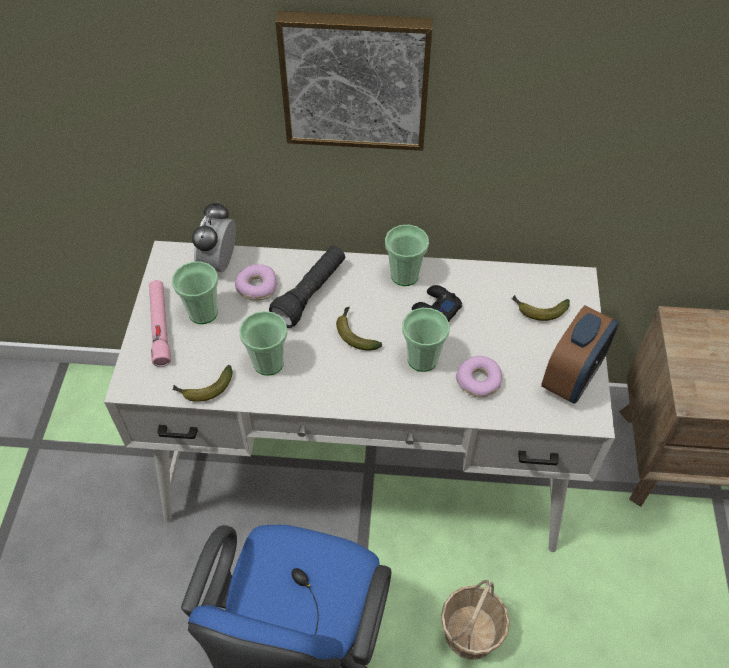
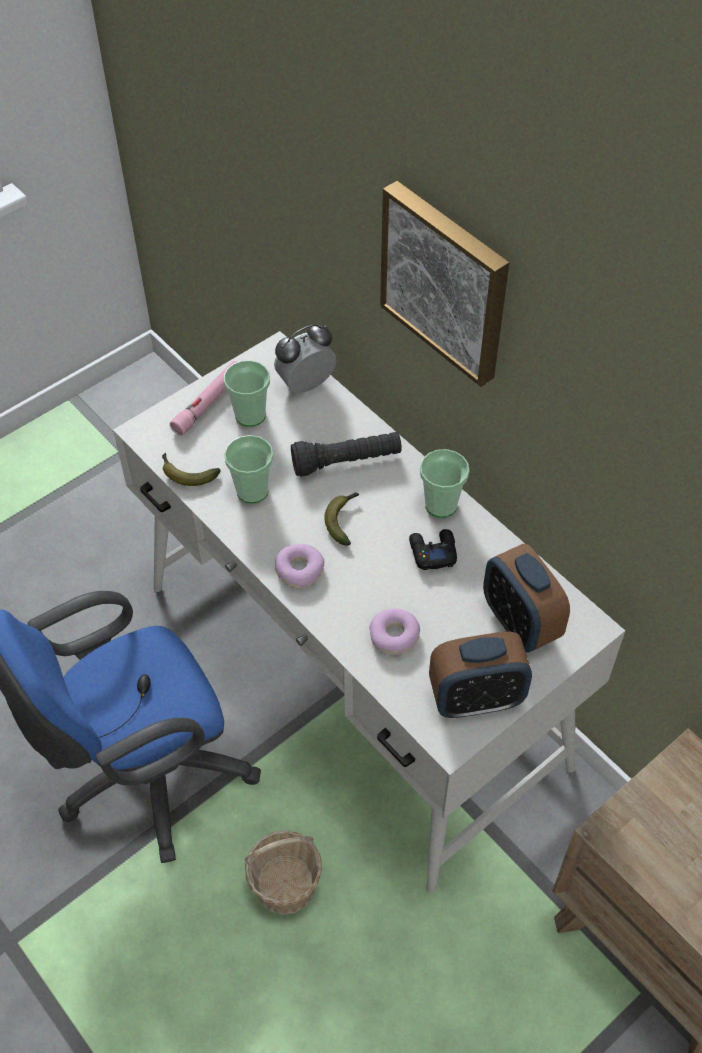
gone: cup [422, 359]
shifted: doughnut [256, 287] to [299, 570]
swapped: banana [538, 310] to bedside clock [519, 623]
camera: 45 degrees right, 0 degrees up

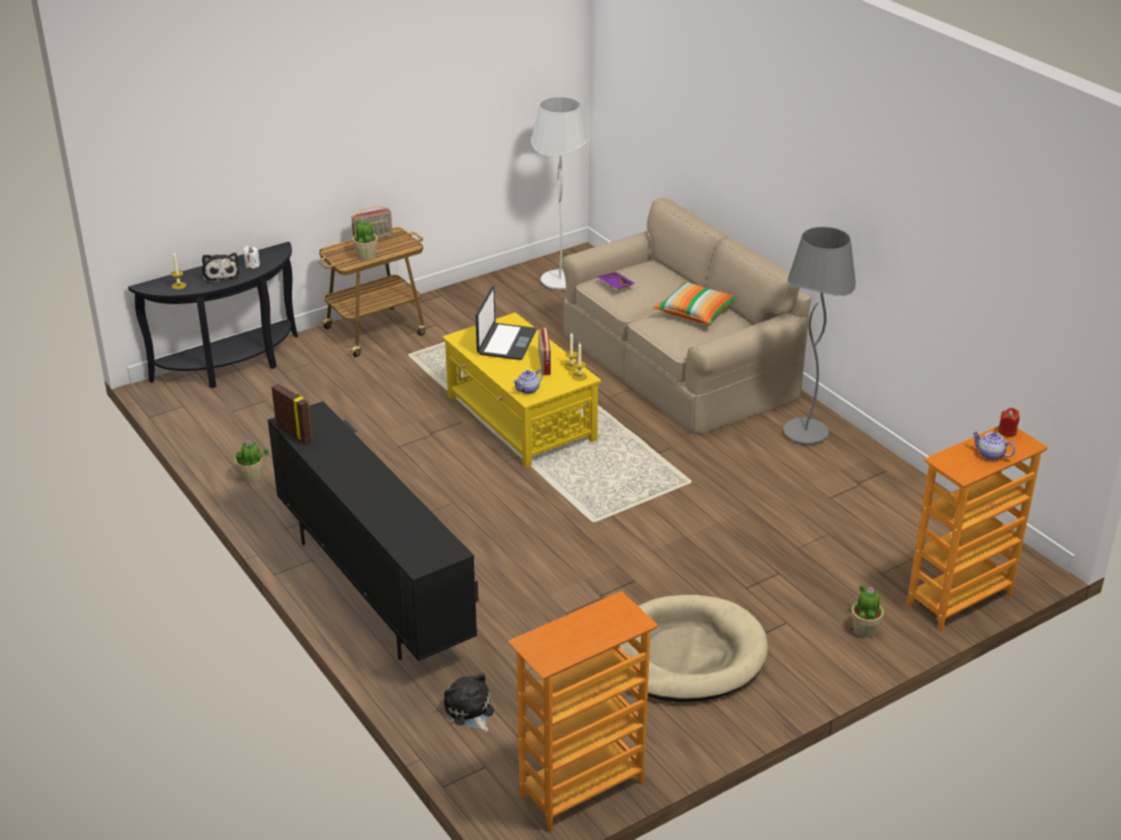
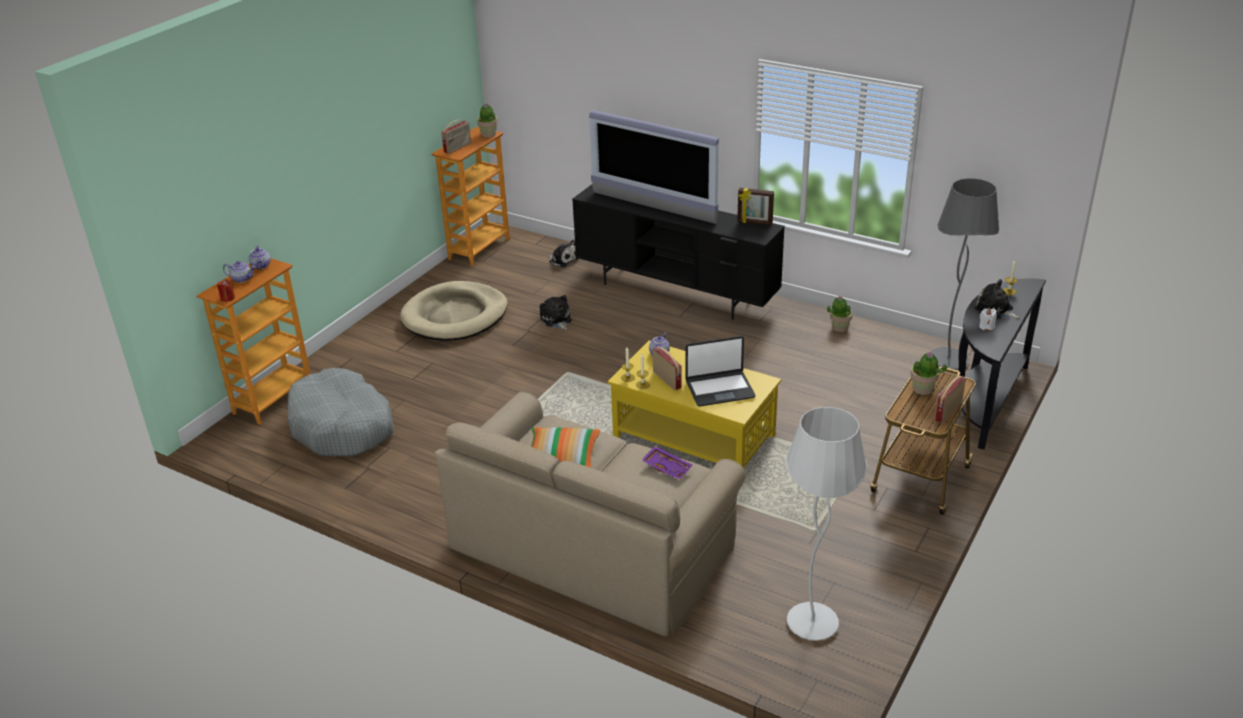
new: television [653, 208]; radio set [458, 148]; tea pot [261, 266]; cuddly toy [556, 320]; grey dog bed [342, 426]
shifted: grey standard lamp [805, 433] to [948, 360]; houseplant [865, 629] to [488, 134]
rotated: portable computer [506, 342] = [719, 389] 90 degrees counterclockwise
camera: 155 degrees right, 0 degrees up

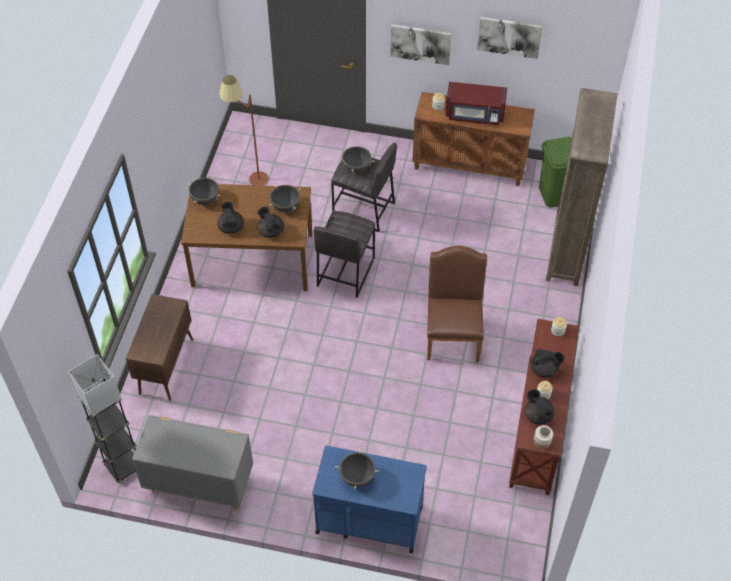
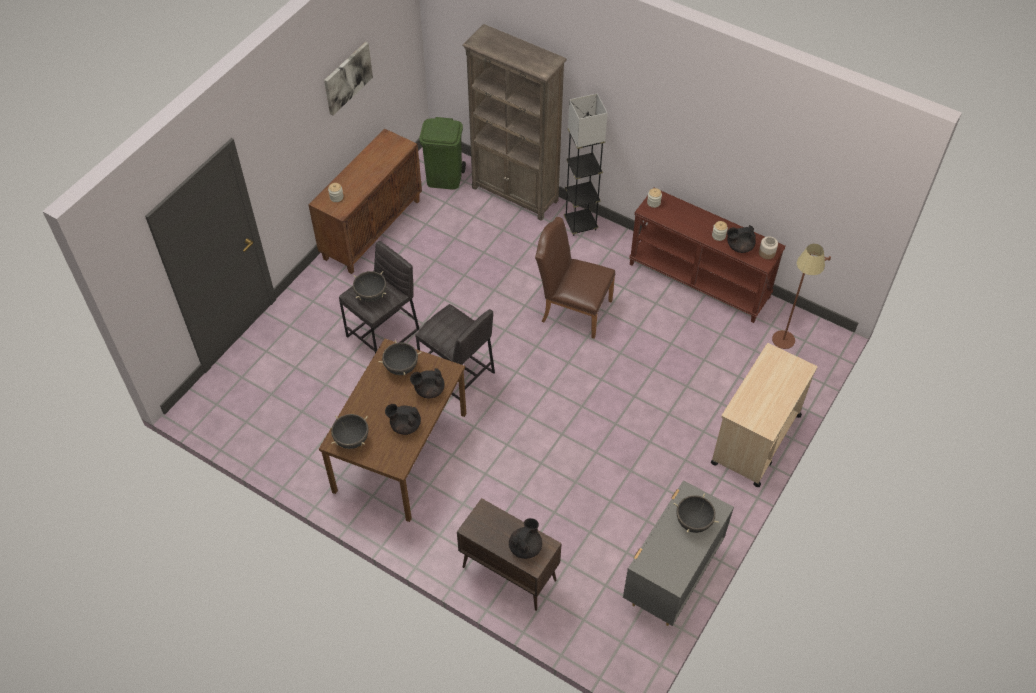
gone: wall picture [420, 43]; red-coloured microwave [474, 115]
shifted: brown standard lamp [249, 180] to [783, 348]; black-coloured tea pot [544, 369] to [525, 547]; grey standard lamp [123, 466] to [580, 224]; black-coloured cooking pot [357, 477] to [693, 522]
repainted: bluish wheeled cart [368, 519] to sand-coloured wheeled cart [755, 440]
camera: 70 degrees left, 0 degrees up

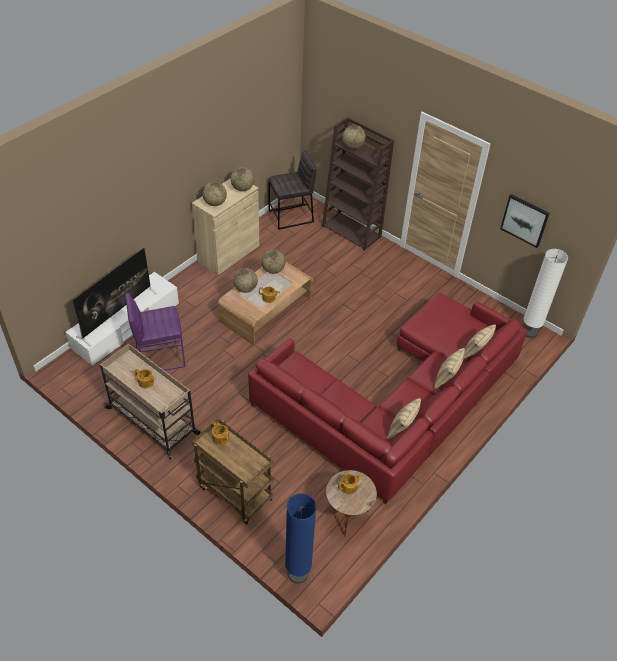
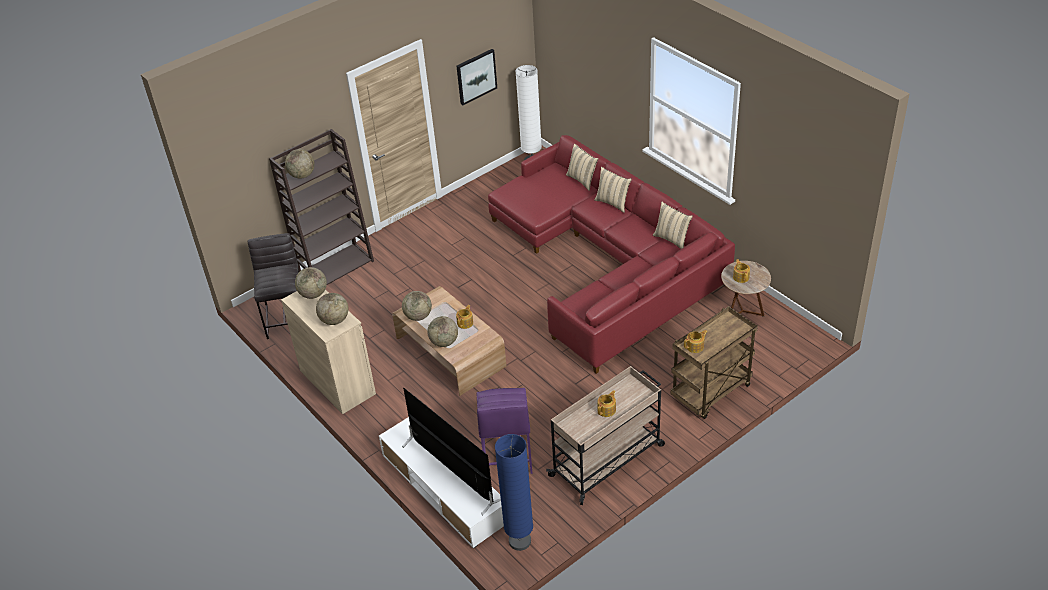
shifted: bluish standard lamp [298, 574] to [520, 541]
camera: 75 degrees left, 5 degrees down

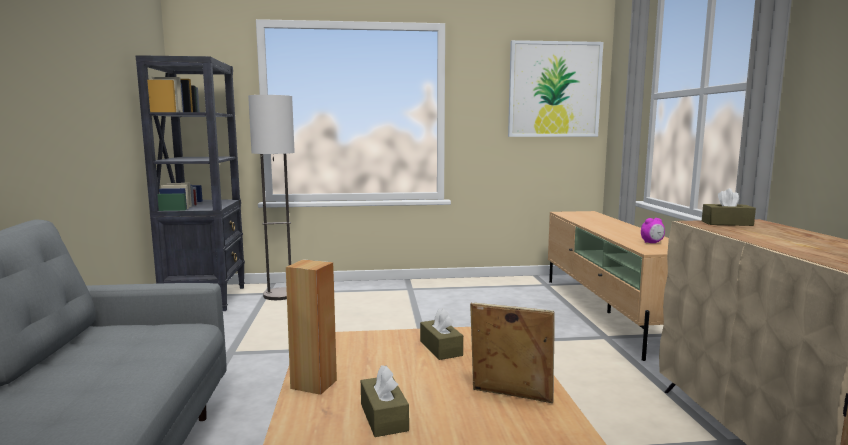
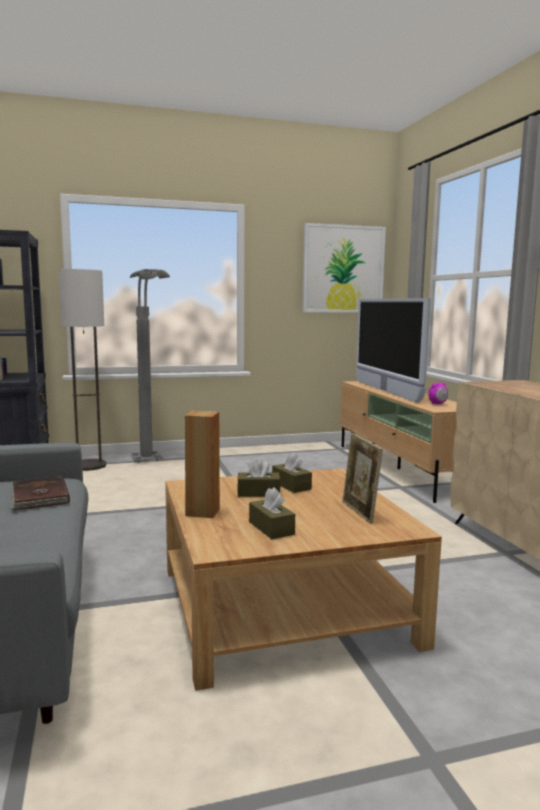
new: grey standard lamp [151, 464]; television [385, 391]; brown bound book [39, 496]
shifted: brown box of tissues [727, 223] to [258, 493]
rotated: picture frame [510, 397] = [359, 512] 120 degrees counterclockwise
camera: 10 degrees left, 0 degrees up

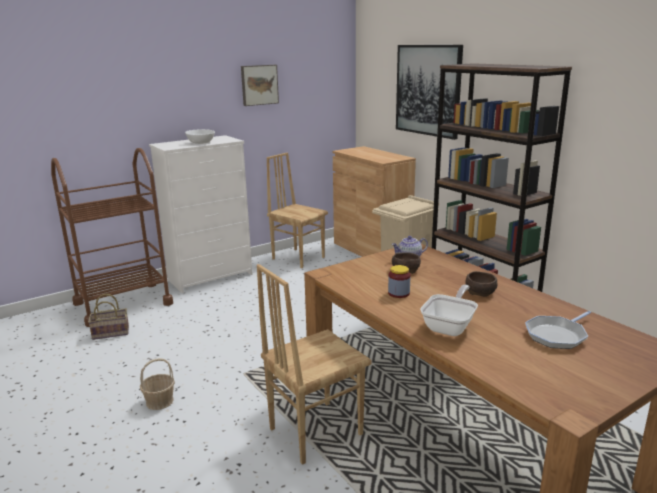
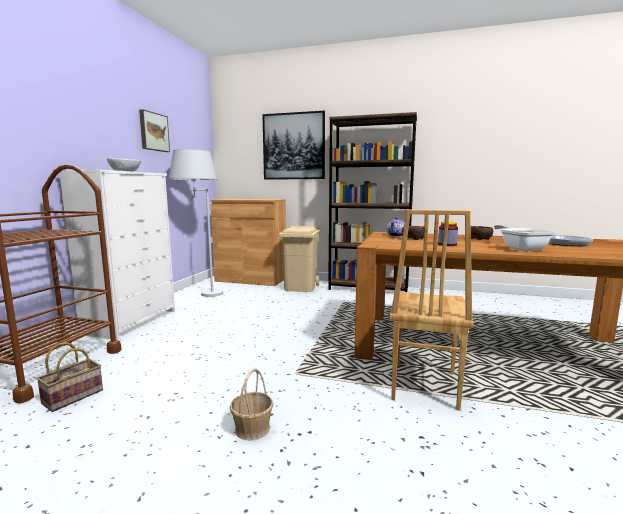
swapped: brown upright chair [298, 258] to white-coloured standard lamp [200, 294]
camera: 40 degrees left, 10 degrees down

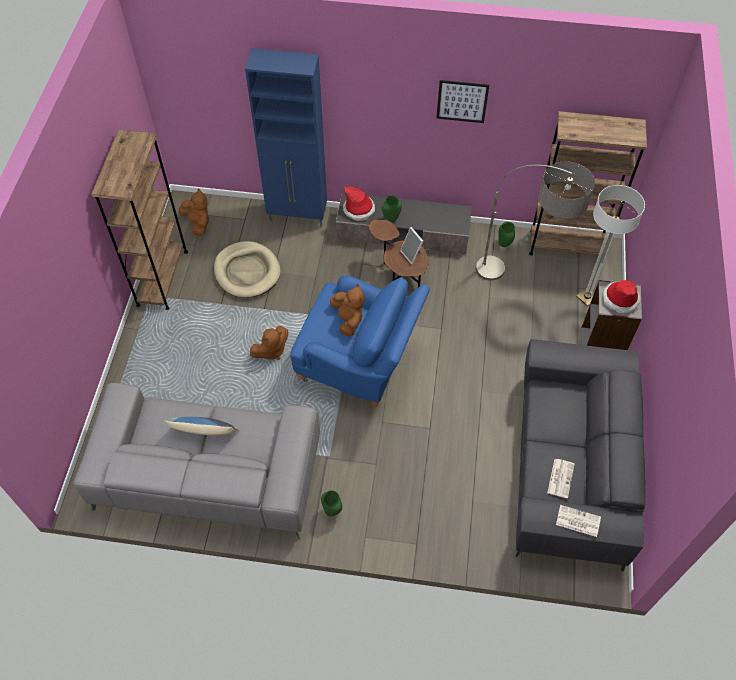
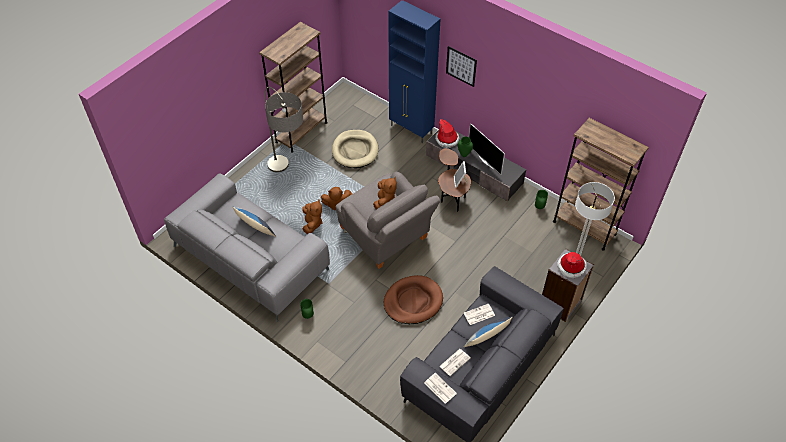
new: television [485, 161]; brown dog bed [413, 301]; printed paper [478, 315]; cushion [487, 338]
shifted: wall picture [462, 101] to [461, 66]; standard lamp [522, 282] to [289, 181]; brown cuddly toy [198, 223] to [312, 224]
repainted: bluish lounge chair [359, 363] to grey lounge chair [386, 237]
camera: 30 degrees right, 5 degrees down

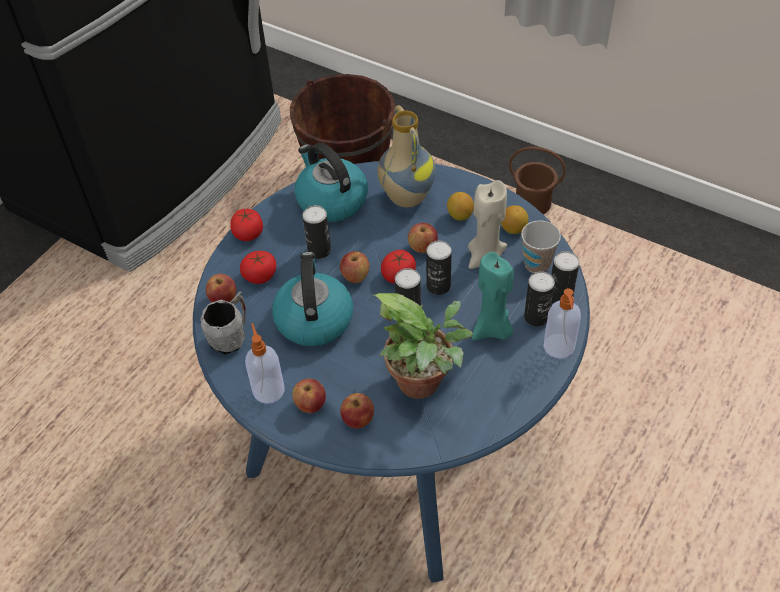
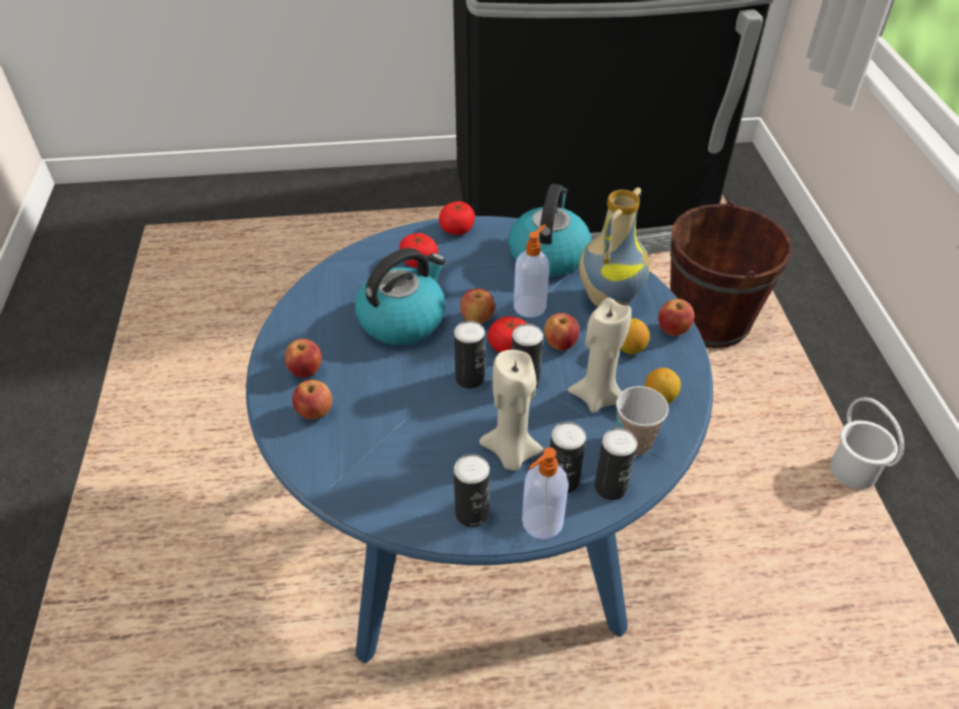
gone: grey tea mug [231, 336]; houseplant [424, 383]
shifted: sealed can [319, 250] to [472, 513]; apple fruit [223, 299] to [673, 330]; soap dispenser [268, 389] to [530, 306]
repainted: brown pail [532, 203] to white-coloured pail [853, 471]; turquoise-coloured candle [492, 330] to sand-coloured candle [511, 453]
camera: 50 degrees right, 5 degrees down

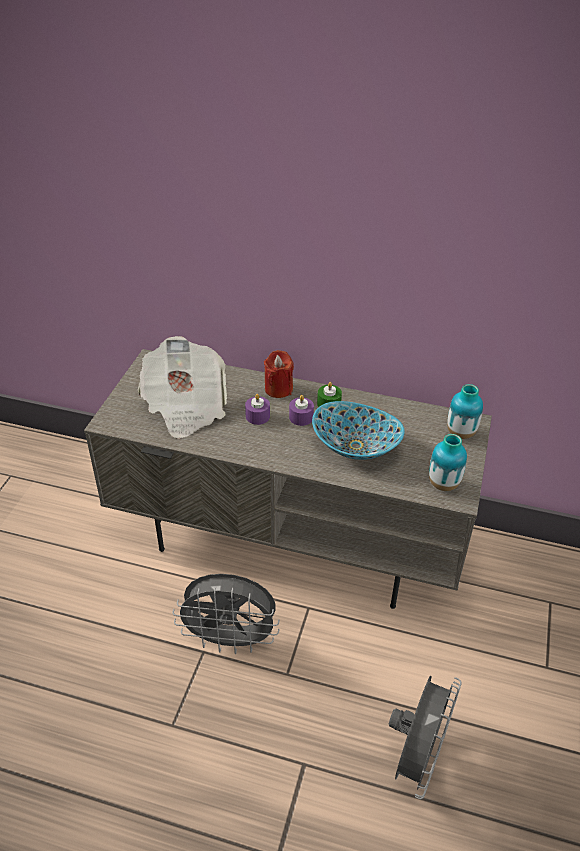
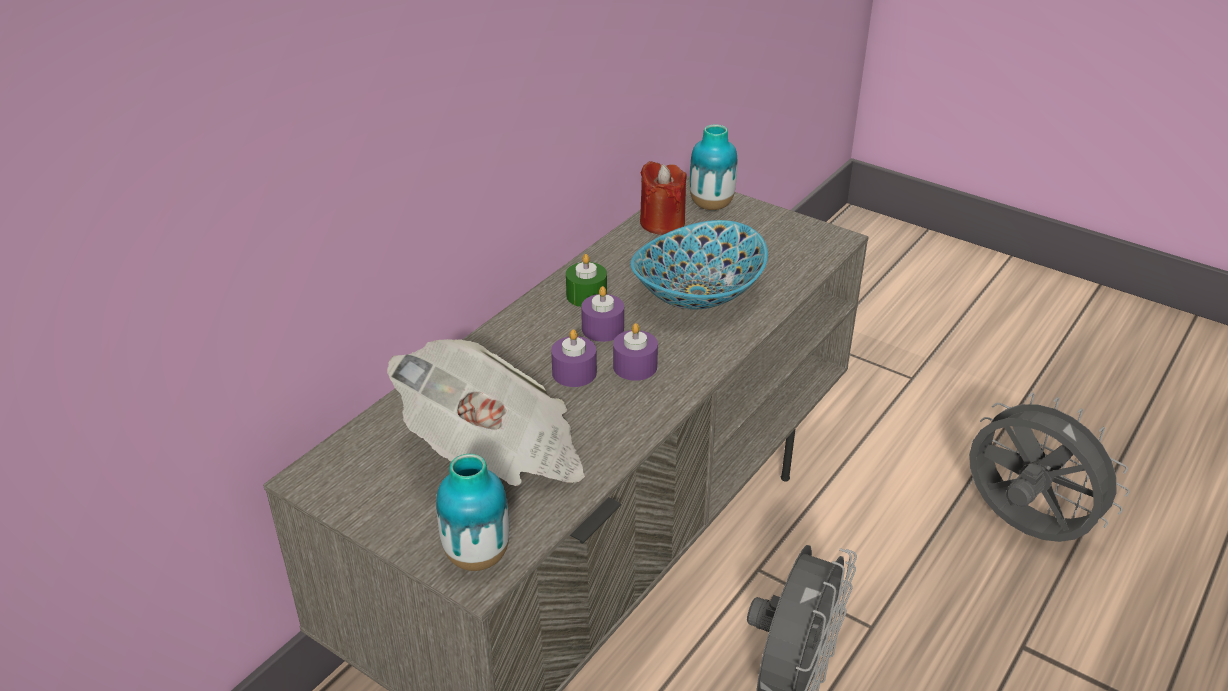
new: purplish candle [635, 366]
shifted: red-coloured candle [278, 389] to [662, 223]; decorative vase [443, 484] to [477, 556]
camera: 70 degrees left, 5 degrees down

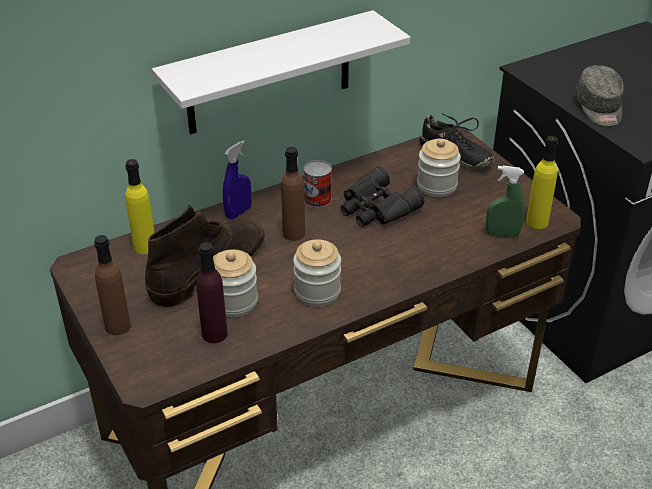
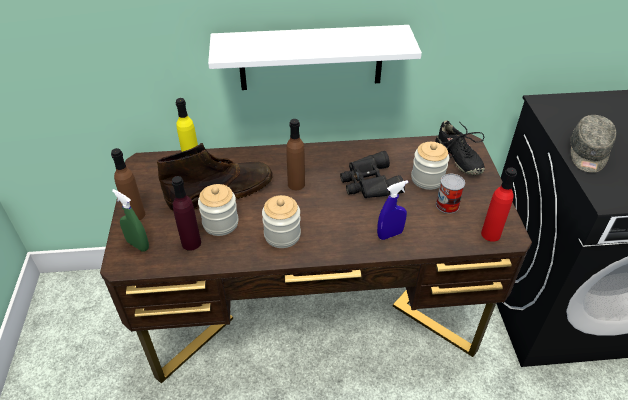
shifted: bluish hand sprayer [238, 212] to [390, 234]; sealed can [317, 199] to [447, 205]; green-coloured hand sprayer [502, 235] to [138, 245]
repainted: yellowish bottle [537, 222] to red-coloured bottle [490, 234]
camera: 25 degrees right, 5 degrees up

